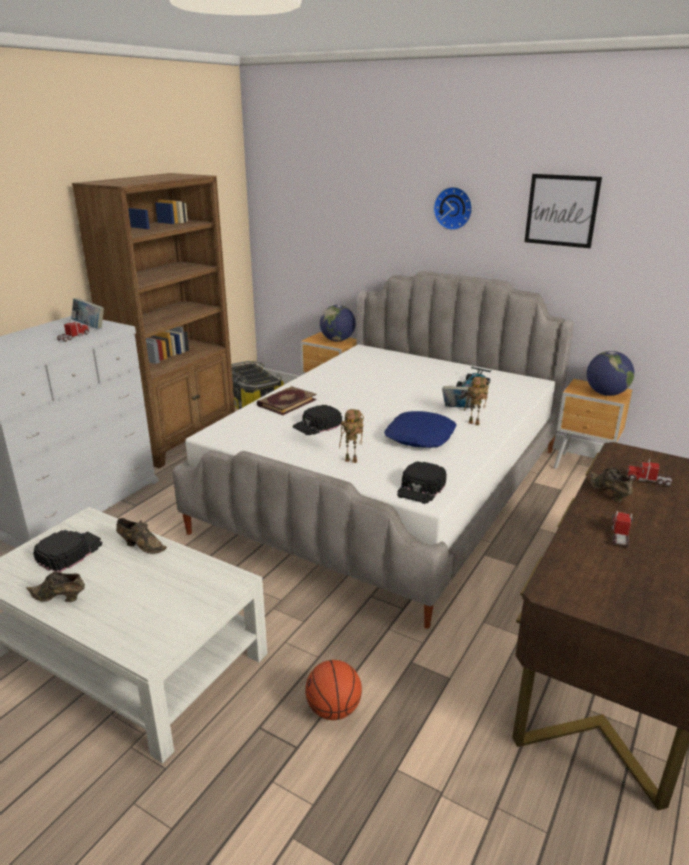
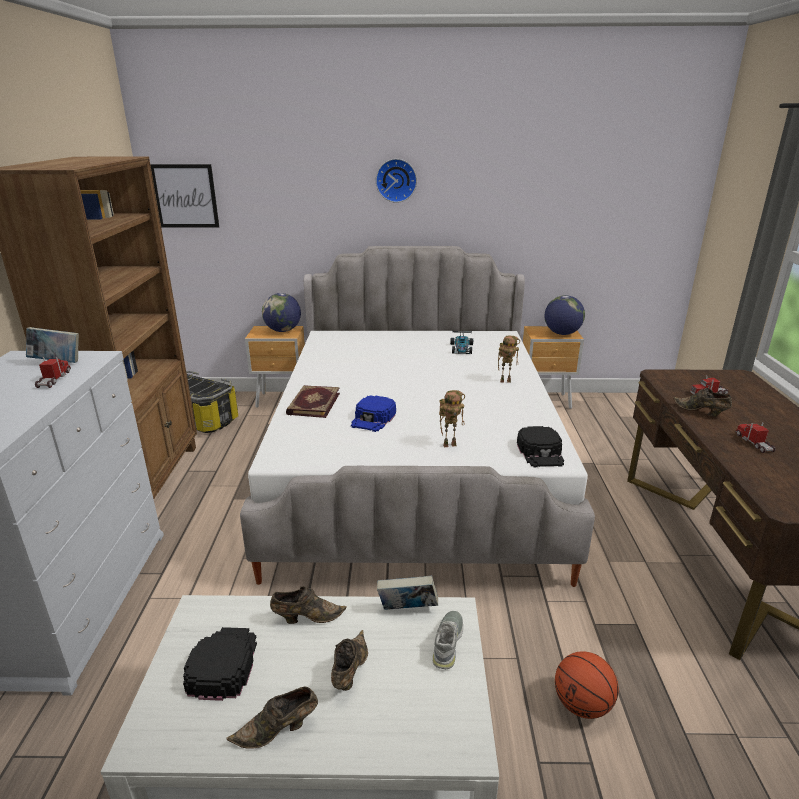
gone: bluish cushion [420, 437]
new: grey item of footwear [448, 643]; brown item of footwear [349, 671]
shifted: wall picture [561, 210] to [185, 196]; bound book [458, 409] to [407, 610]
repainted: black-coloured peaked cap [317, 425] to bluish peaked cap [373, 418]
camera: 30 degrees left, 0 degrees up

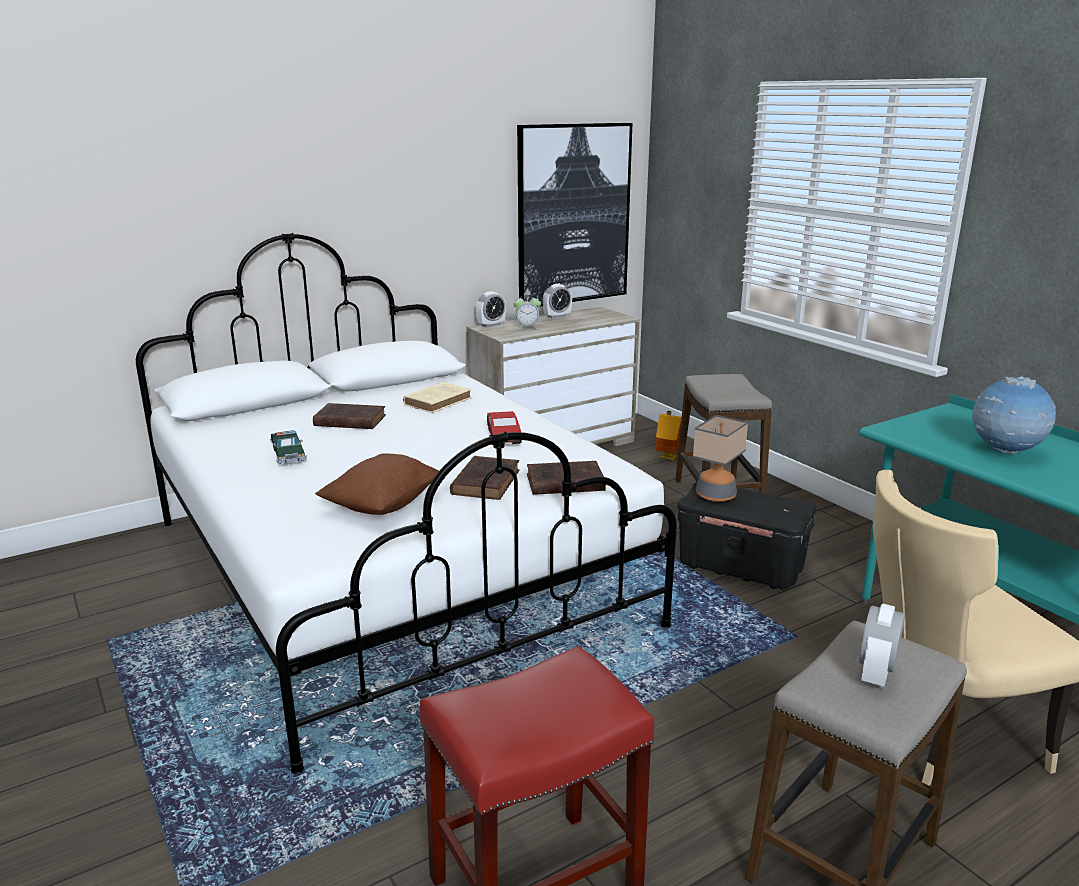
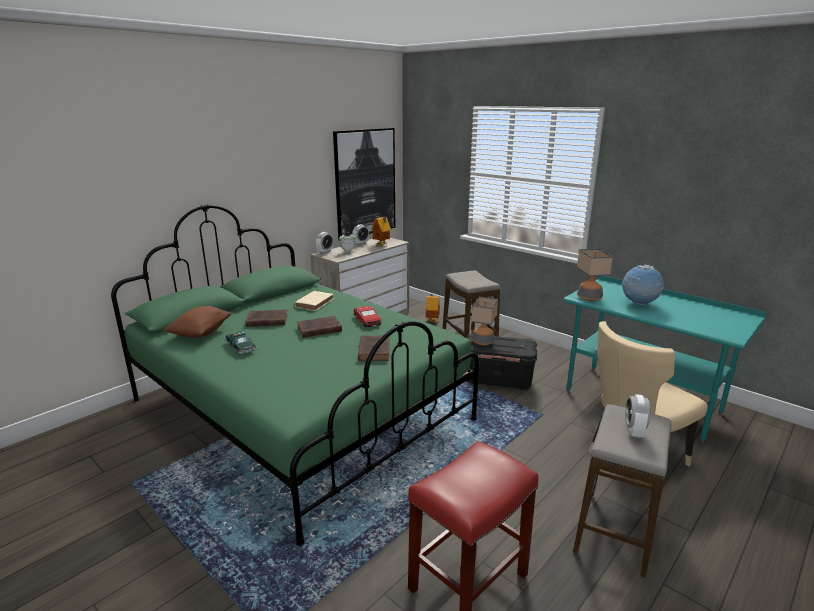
new: miniature house [382, 245]; lamp for a table [589, 298]
shifted: brown cushion [382, 505] to [200, 333]; brown bound book [563, 483] to [318, 330]
repainted: white-coloured bed [391, 570] to green-coloured bed [300, 410]
camera: 15 degrees left, 0 degrees up

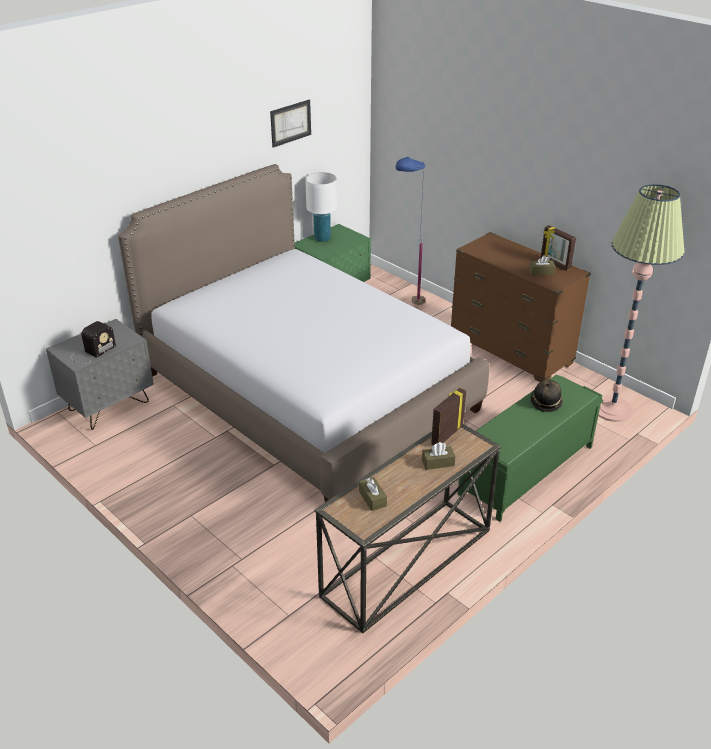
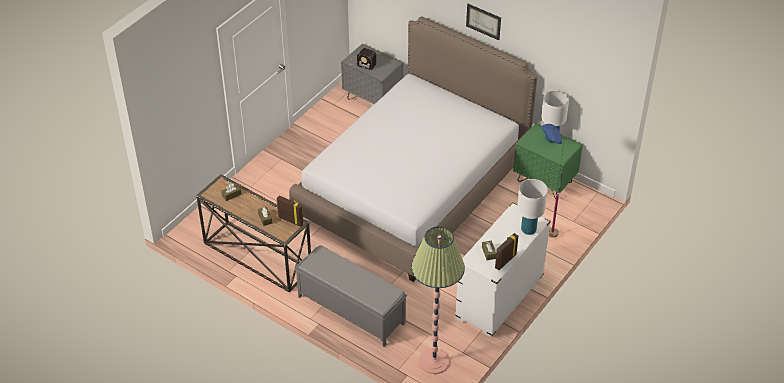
gone: clothing hat [546, 402]
new: white-coloured lamp for a table [528, 230]
shifted: wall picture [290, 123] to [483, 21]
repainted: brown chest of drawers [511, 350] to white-coloured chest of drawers [499, 298]; green-coloured bench [526, 471] to grey bench [350, 309]
camera: 80 degrees right, 10 degrees up

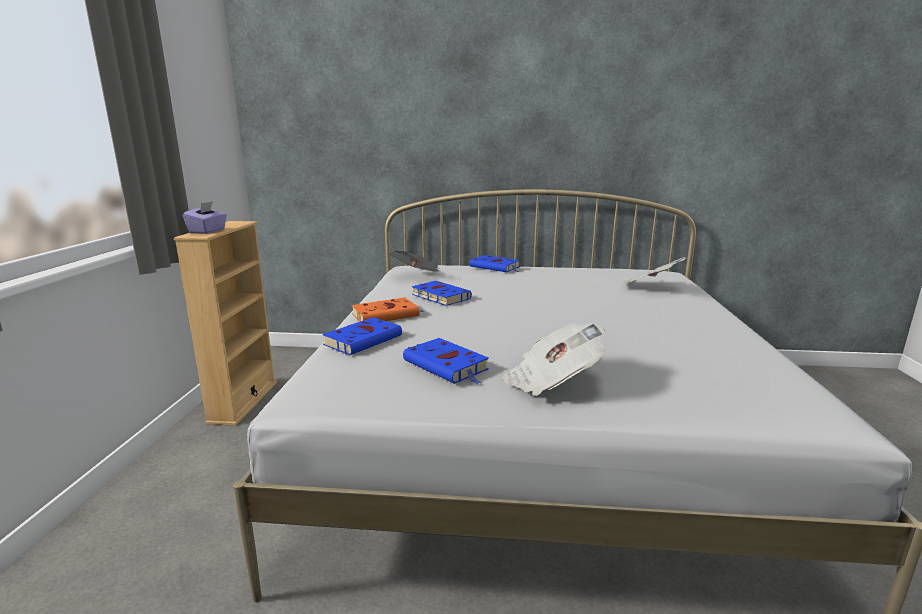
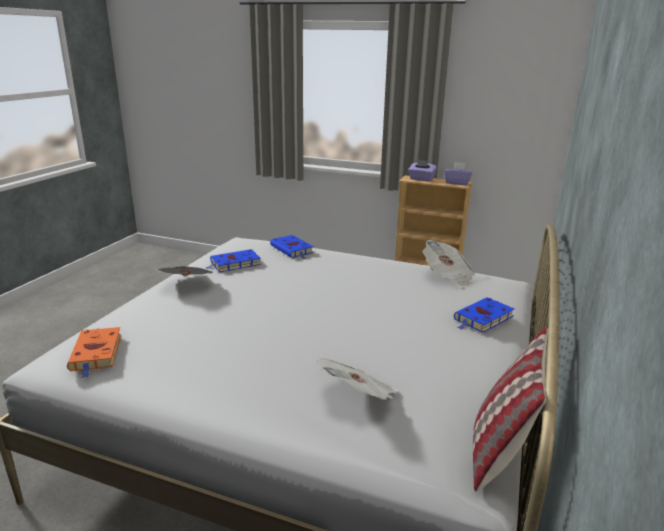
gone: bluish bound book [439, 296]
new: purplish box of tissues [457, 183]; cushion [500, 451]
shifted: orange bound book [387, 315] to [96, 354]
camera: 105 degrees right, 5 degrees up

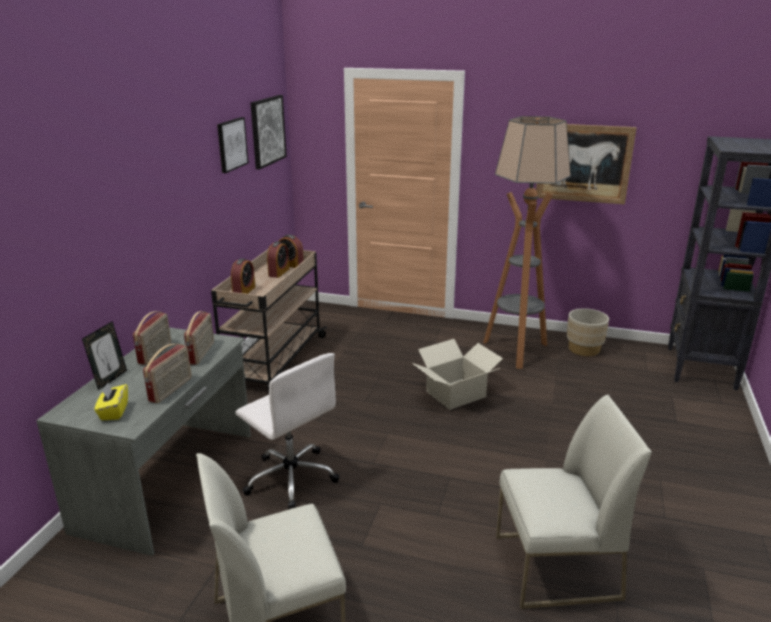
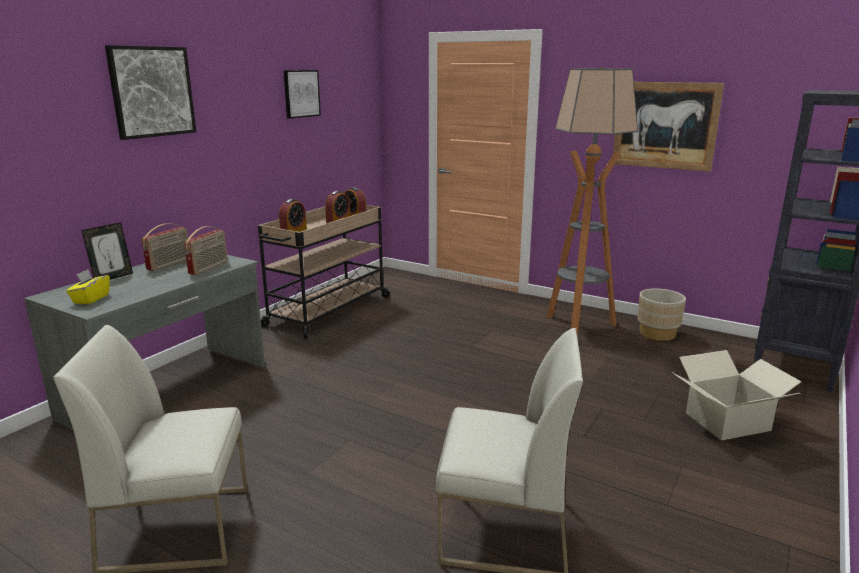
gone: radio set [171, 389]; white-coloured desk chair [291, 477]
shifted: wall picture [267, 131] to [152, 92]; carton [456, 394] to [728, 422]
camera: 15 degrees right, 5 degrees down

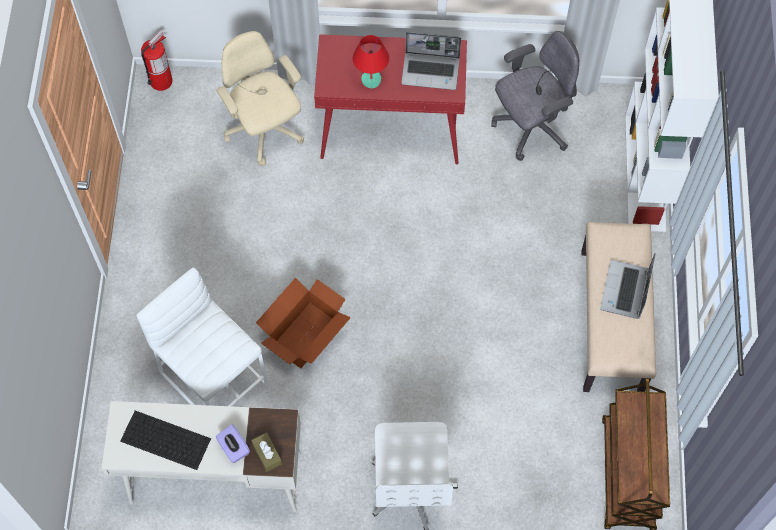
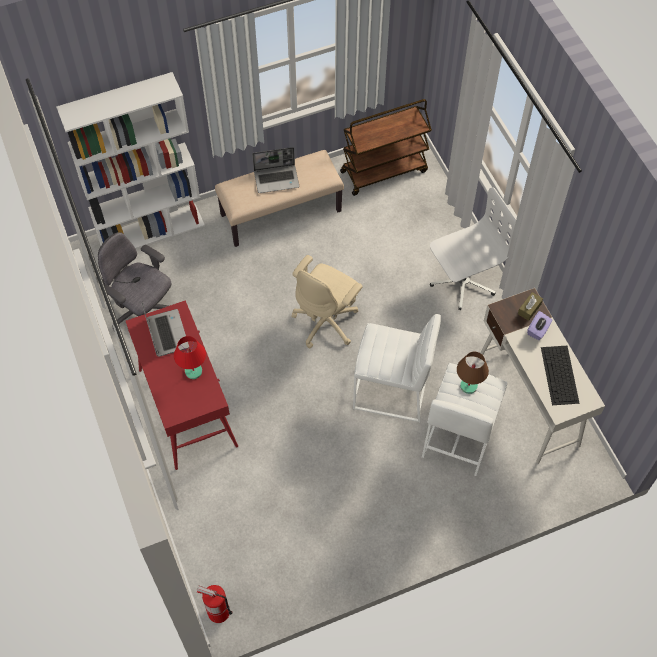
new: brown lamp for a table [469, 386]
shifted: sand-coloured desk chair [265, 131] to [326, 321]
swapped: carton [304, 335] to white-coloured sitting stool [392, 392]
camera: 115 degrees left, 5 degrees down

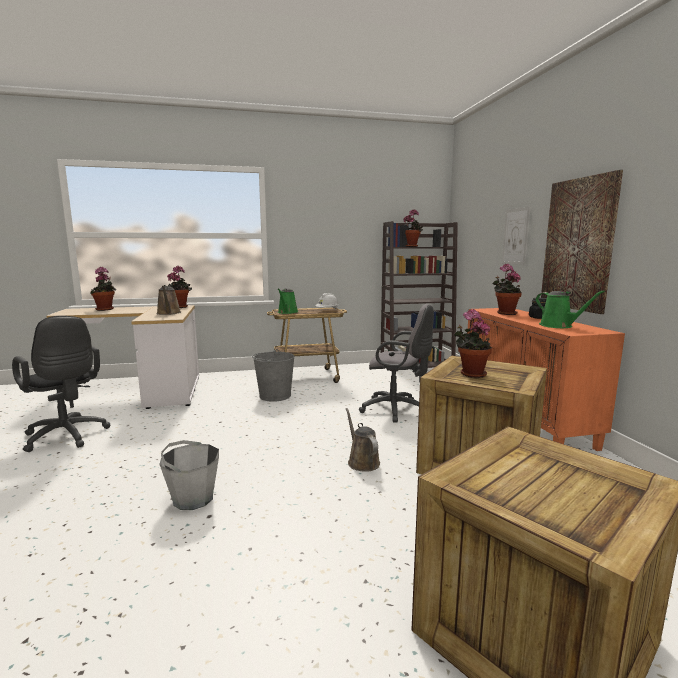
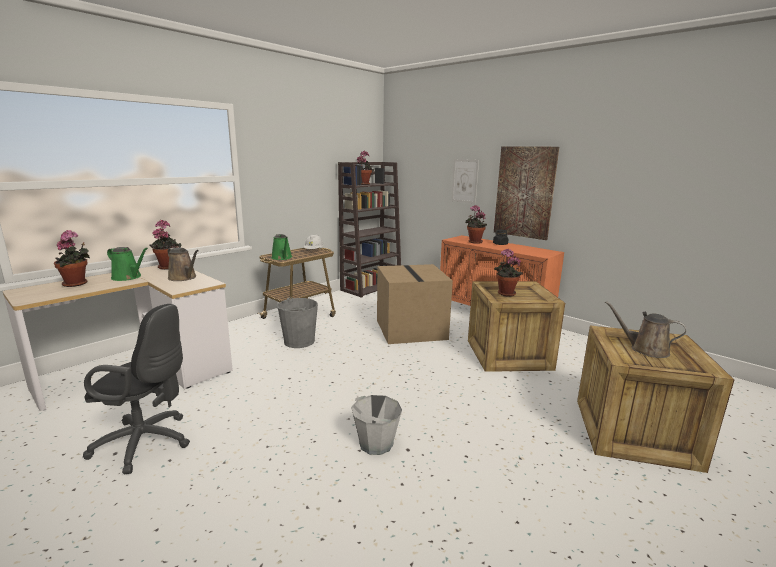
shifted: green-coloured sprinkling can [558, 326] to [128, 277]; brown sprinkling can [362, 461] to [645, 349]
swapped: grey desk chair [397, 410] to carton [412, 330]
camera: 35 degrees left, 5 degrees up

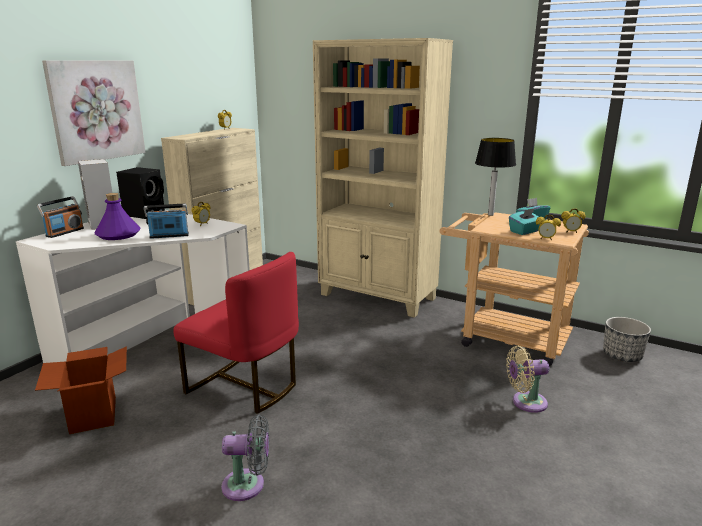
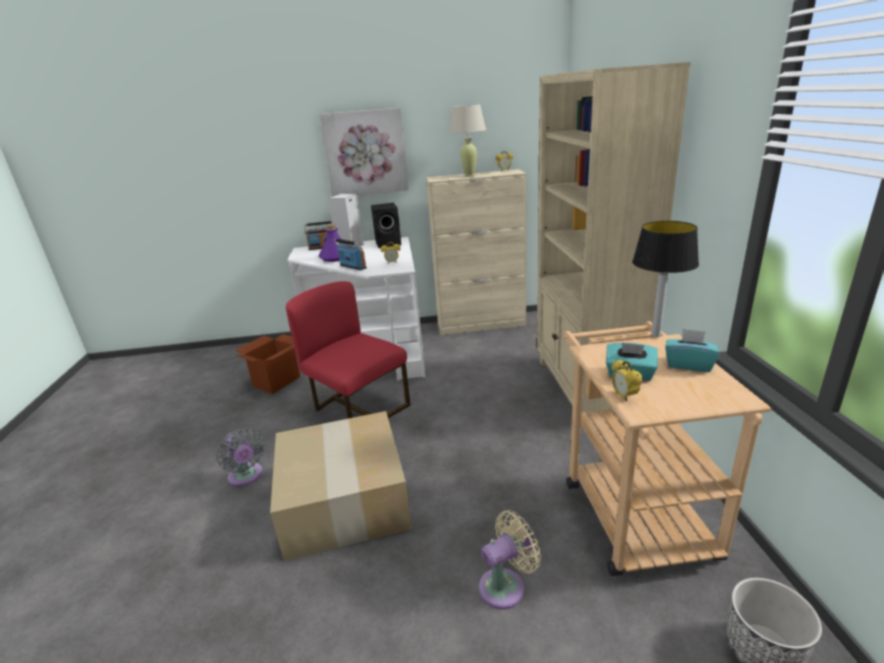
gone: bedside clock [571, 232]
new: sand-coloured lamp for a table [469, 176]; carton [346, 501]
rotated: red-coloured upright chair [245, 386] = [358, 410] 135 degrees clockwise; sand-coloured electric fan [525, 402] = [506, 586] 105 degrees clockwise
camera: 55 degrees right, 5 degrees up

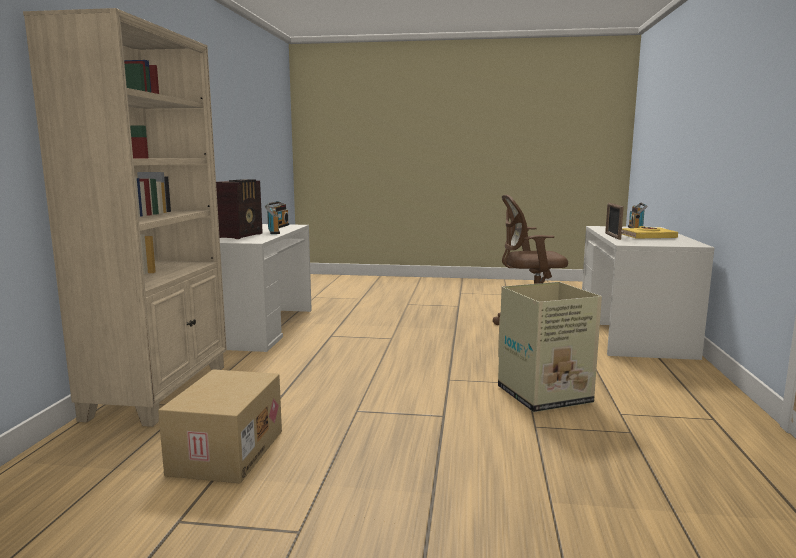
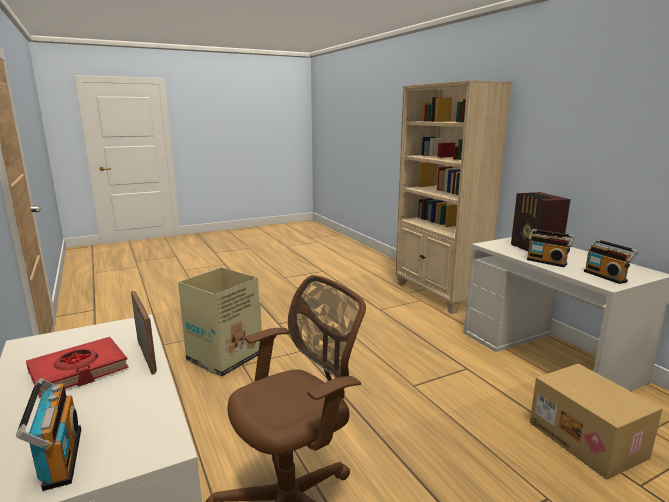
shifted: carton [226, 451] to [588, 439]
repainted: yellowish bound book [648, 237] to red-coloured bound book [78, 371]
camera: 145 degrees right, 5 degrees up

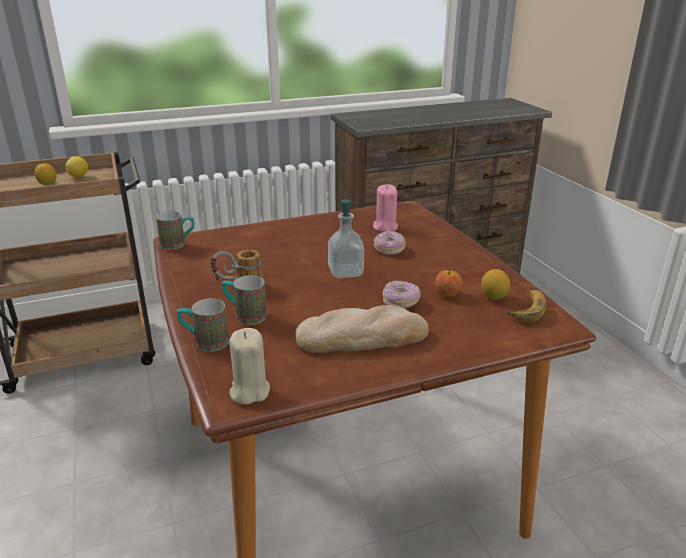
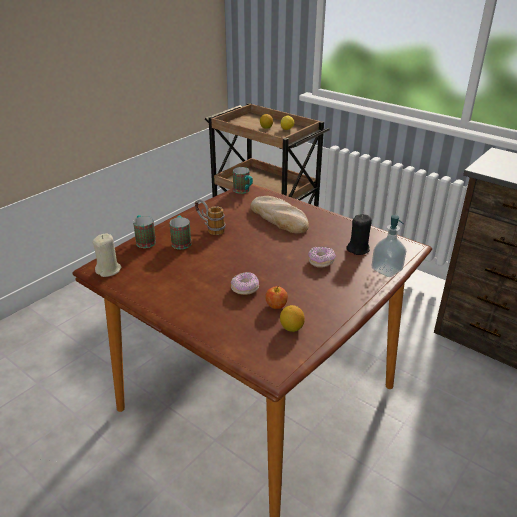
gone: banana [528, 310]
shifted: soap dispenser [345, 272] to [386, 270]; bakery bread [362, 337] to [279, 218]
repainted: pink candle [385, 227] to black-coloured candle [358, 249]
camera: 60 degrees right, 5 degrees up

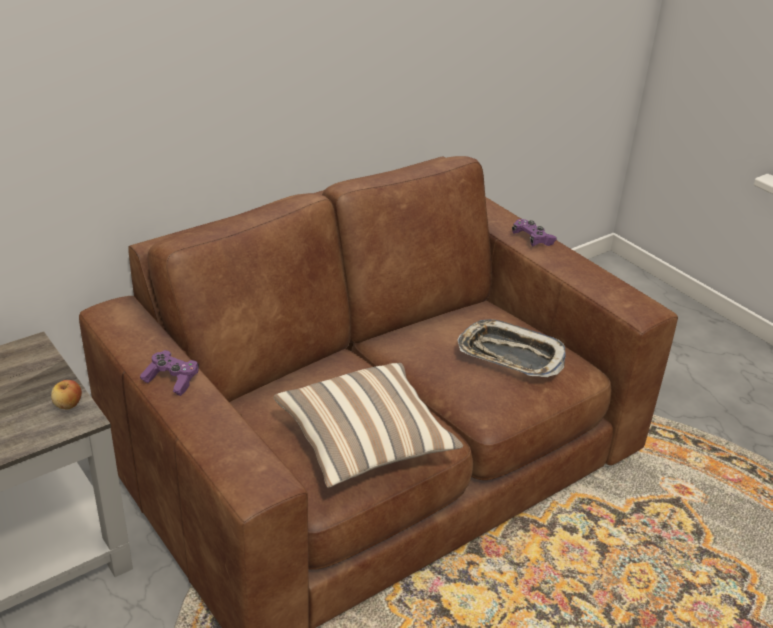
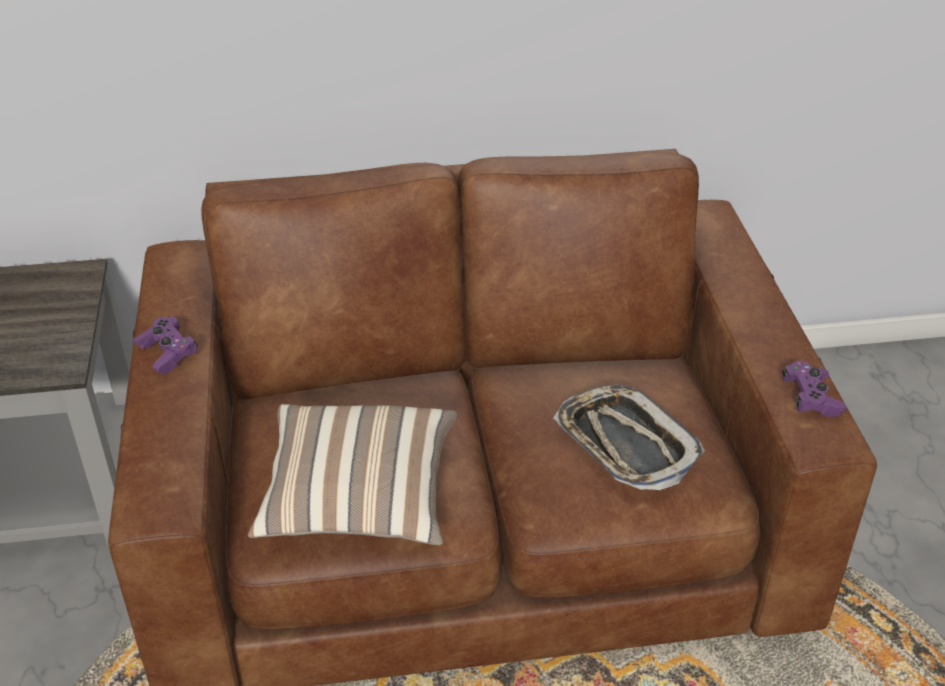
gone: apple fruit [68, 405]
shifted: purplish game controller [532, 239] to [810, 398]
camera: 30 degrees right, 5 degrees up

